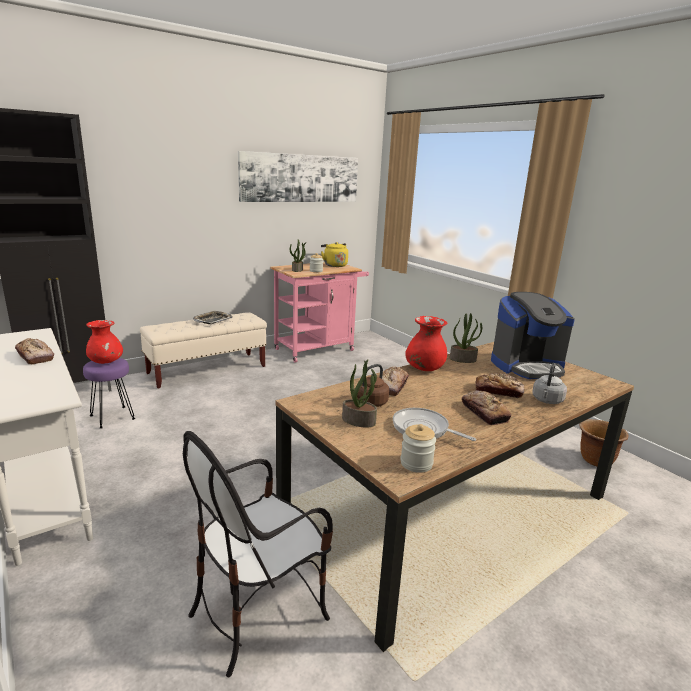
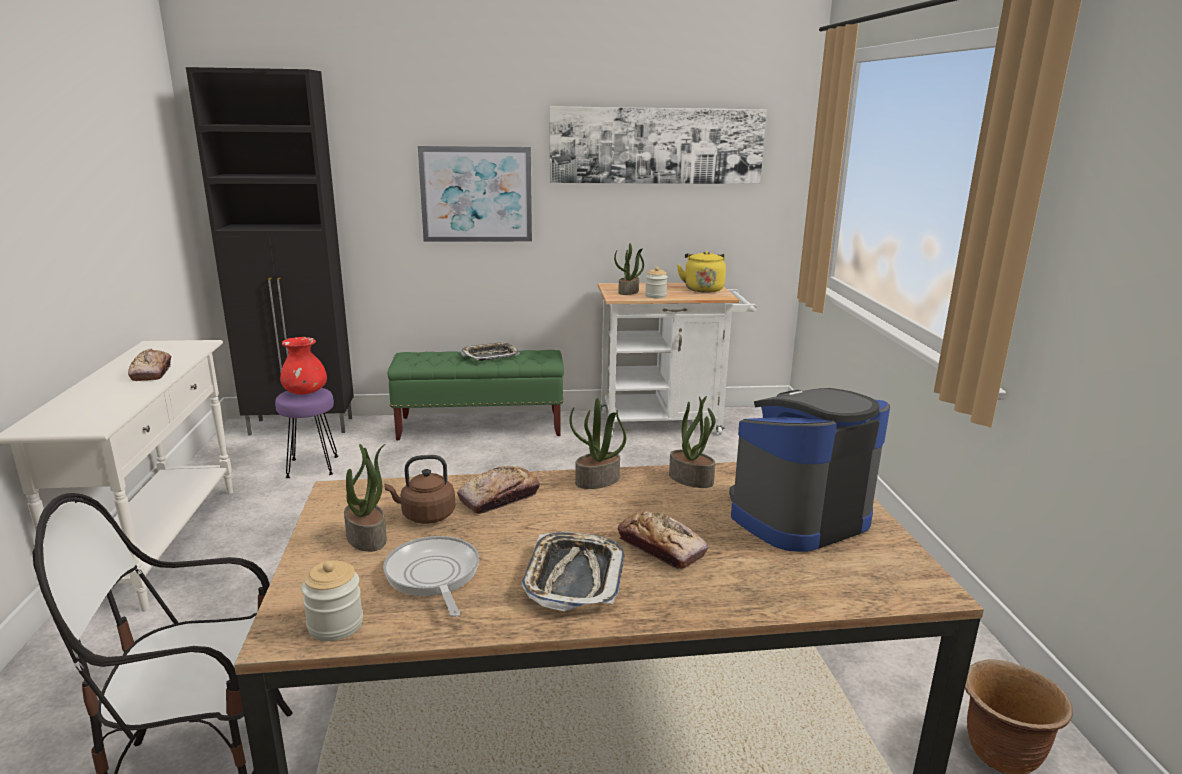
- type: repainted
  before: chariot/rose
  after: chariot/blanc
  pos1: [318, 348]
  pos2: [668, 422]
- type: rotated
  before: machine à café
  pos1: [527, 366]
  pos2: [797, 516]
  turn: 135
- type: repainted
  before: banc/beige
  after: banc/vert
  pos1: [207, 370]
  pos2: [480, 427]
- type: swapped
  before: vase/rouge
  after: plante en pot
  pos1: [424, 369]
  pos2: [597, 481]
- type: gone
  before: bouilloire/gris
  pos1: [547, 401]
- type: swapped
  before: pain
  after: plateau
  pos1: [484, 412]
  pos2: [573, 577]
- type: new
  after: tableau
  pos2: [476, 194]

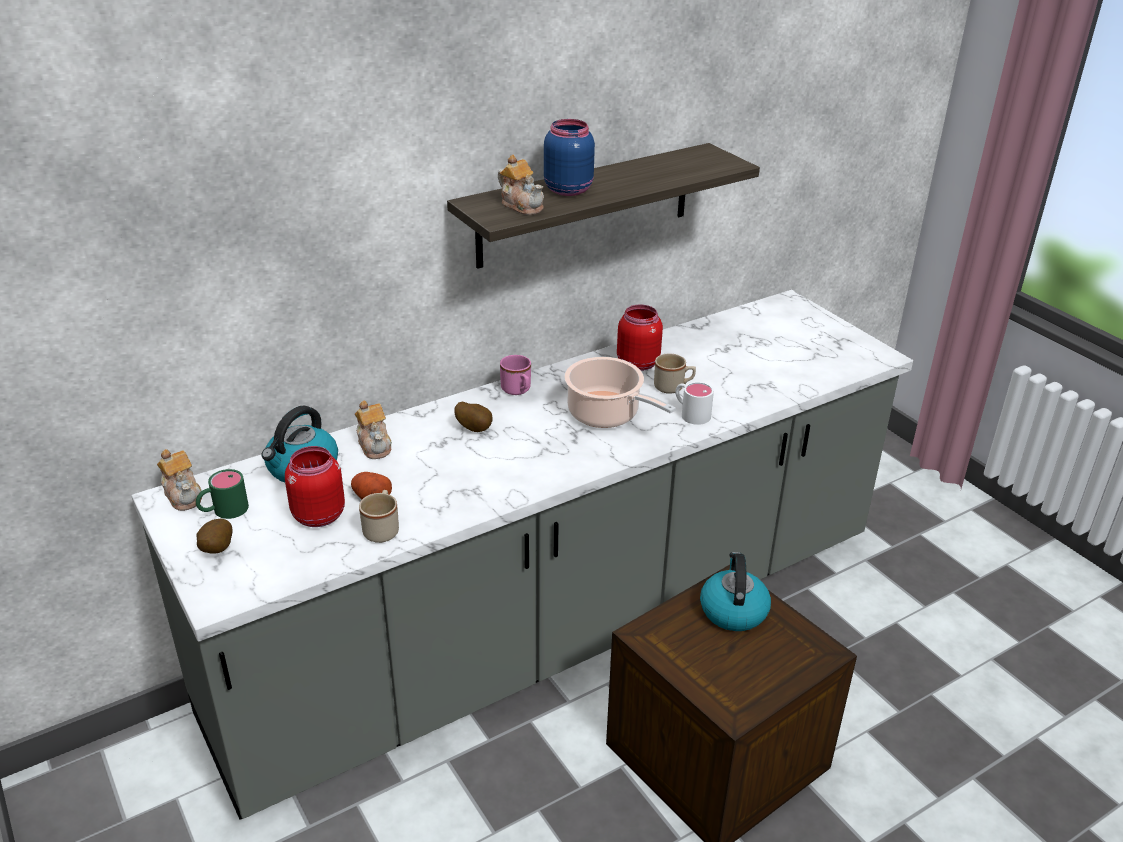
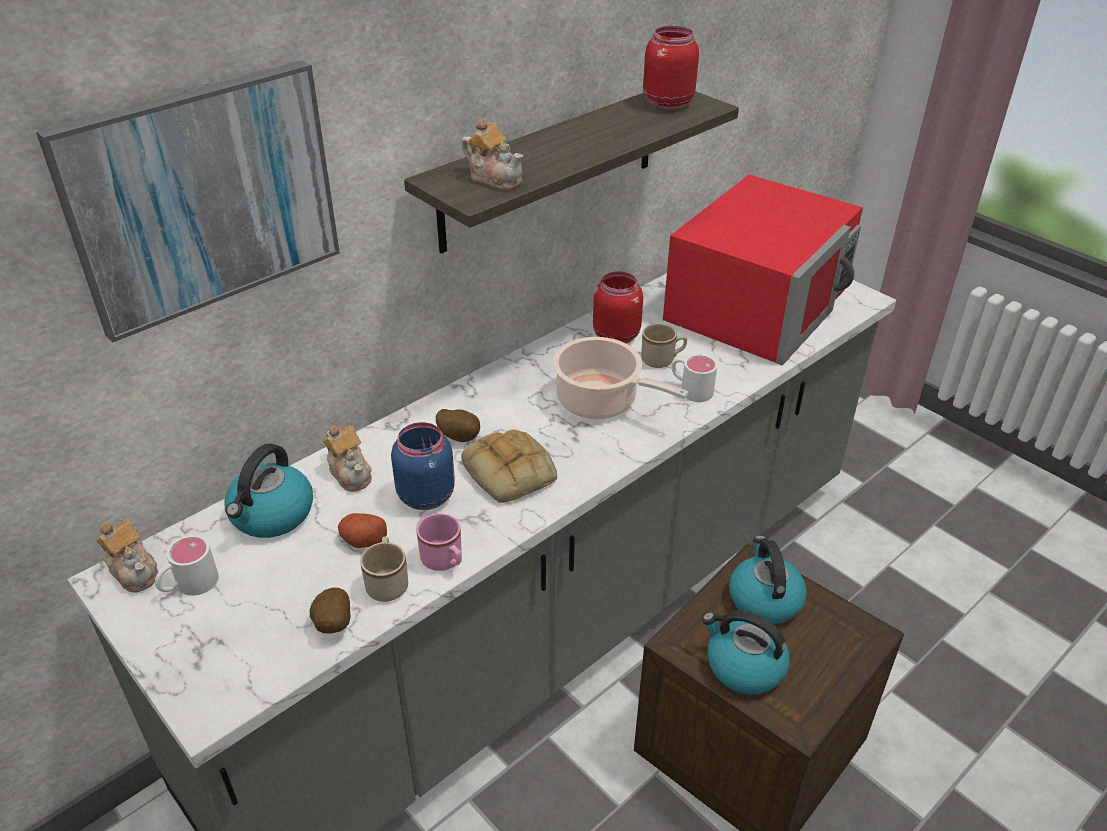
- type: shifted
  before: bocal/bleu
  pos1: [568, 189]
  pos2: [426, 494]
- type: shifted
  before: mug/rose
  pos1: [518, 391]
  pos2: [445, 562]
- type: shifted
  before: bocal/rouge
  pos1: [317, 515]
  pos2: [666, 103]
- type: repainted
  before: mug/vert
  after: mug/blanc
  pos1: [223, 511]
  pos2: [189, 585]
- type: shifted
  before: pomme de terre
  pos1: [216, 550]
  pos2: [332, 626]
- type: new
  after: tableau
  pos2: [203, 197]
- type: new
  after: micro-ondes/rouge
  pos2: [758, 304]
- type: new
  after: pain
  pos2: [511, 472]
- type: new
  after: bouilloire
  pos2: [743, 666]

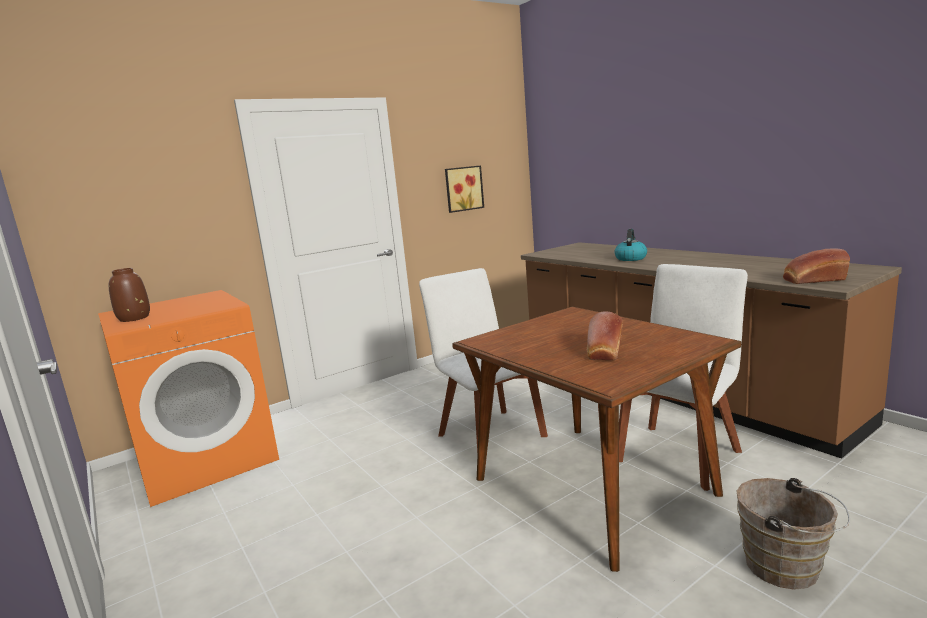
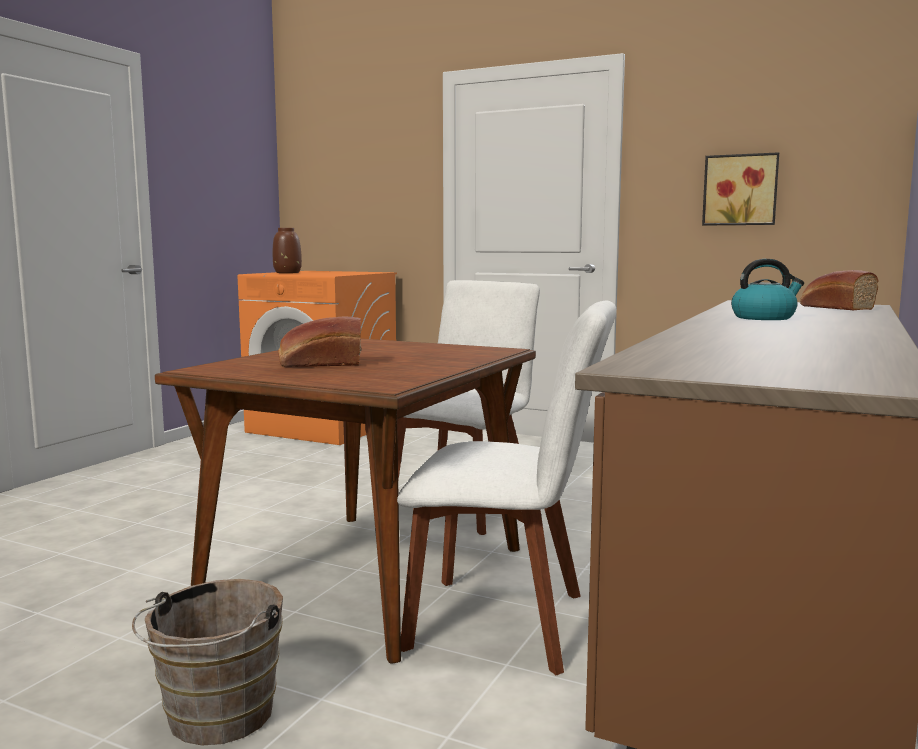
- type: shifted
  before: pain
  pos1: [813, 280]
  pos2: [834, 307]

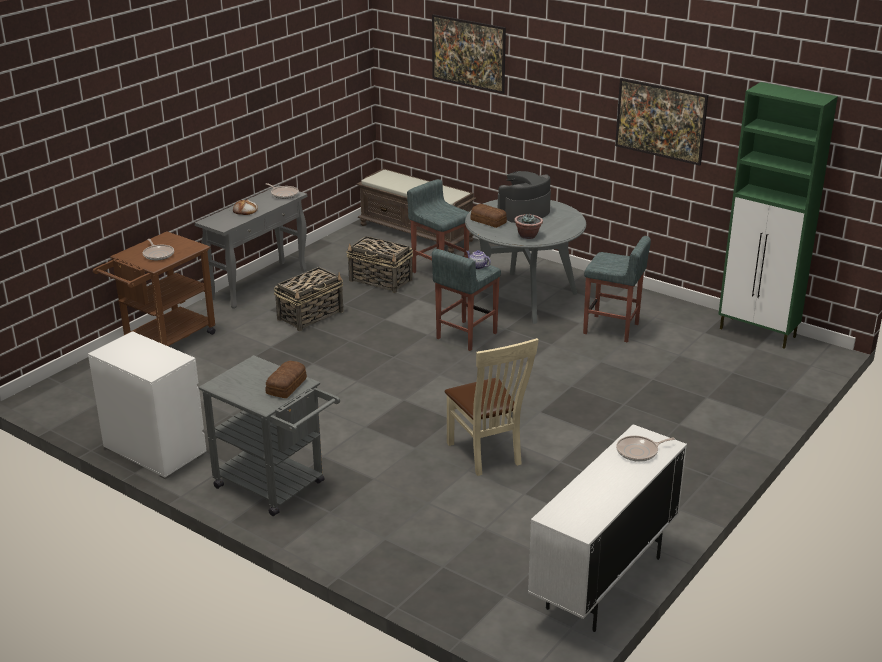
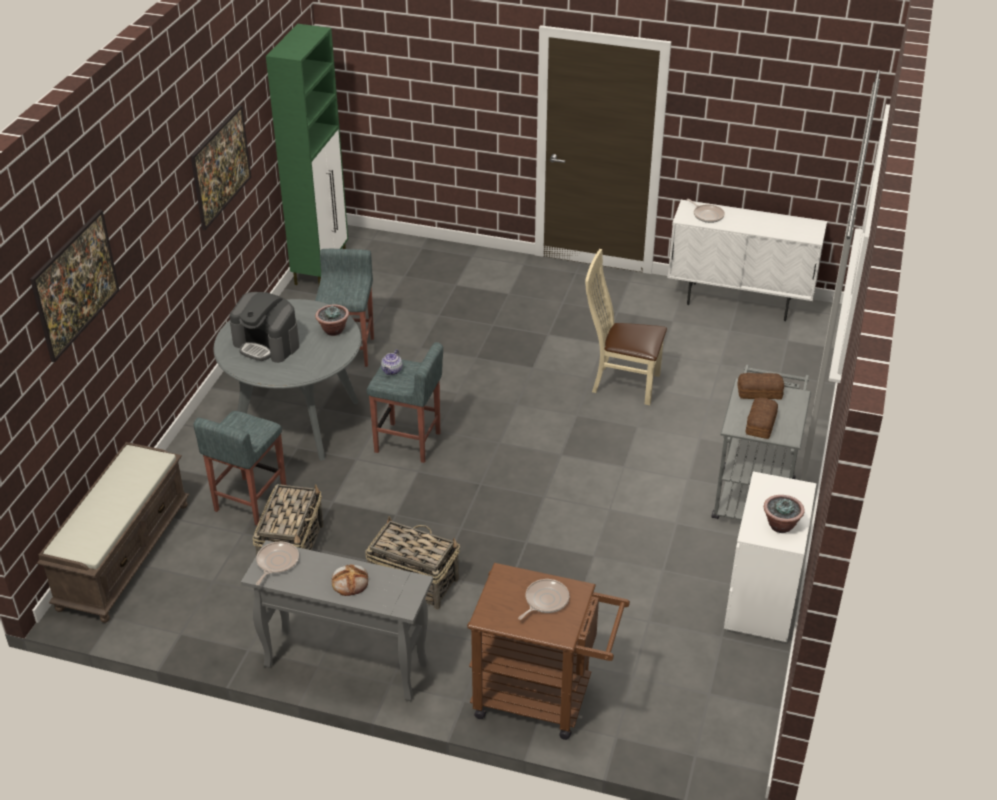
- type: shifted
  before: pain
  pos1: [488, 221]
  pos2: [760, 424]
- type: rotated
  before: chaise/beige
  pos1: [487, 455]
  pos2: [621, 383]
  turn: -120
- type: new
  after: plante en pot
  pos2: [780, 525]

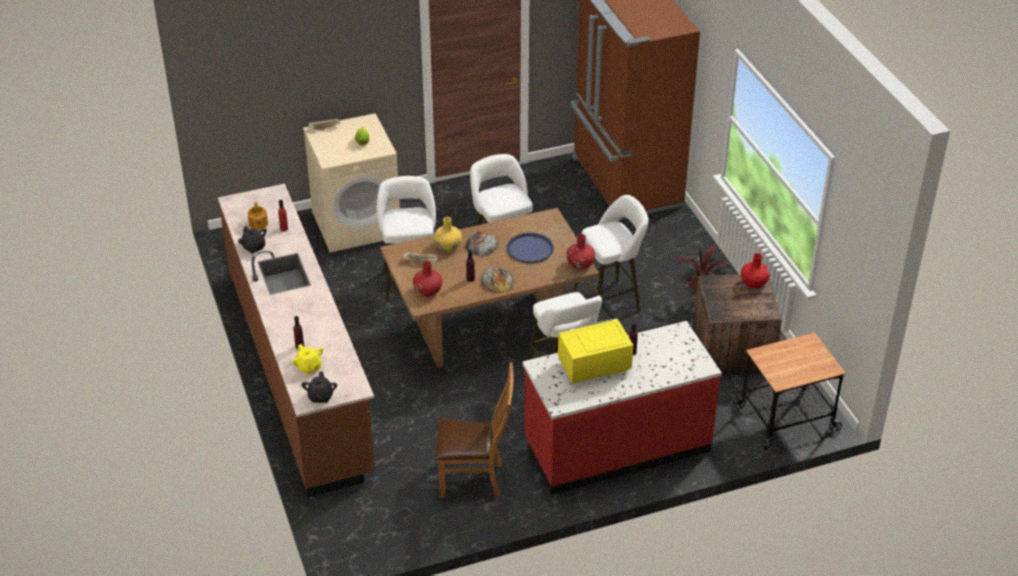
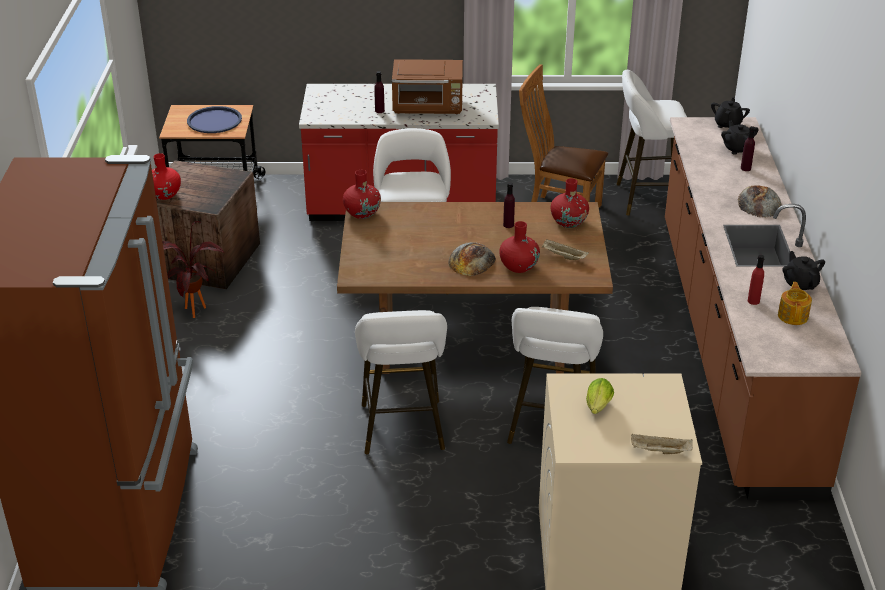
- type: shifted
  before: tabouret/blanc
  pos1: [610, 300]
  pos2: [645, 199]
- type: repainted
  before: vase/jaune
  after: vase/rouge
  pos1: [448, 247]
  pos2: [518, 266]
- type: shifted
  before: plateau/bleu
  pos1: [530, 249]
  pos2: [214, 121]
- type: shifted
  before: pain
  pos1: [497, 280]
  pos2: [759, 203]
- type: repainted
  before: micro-ondes/jaune
  after: micro-ondes/marron
  pos1: [593, 367]
  pos2: [428, 107]
- type: repainted
  before: théière/jaune
  after: théière/noir
  pos1: [309, 367]
  pos2: [737, 149]

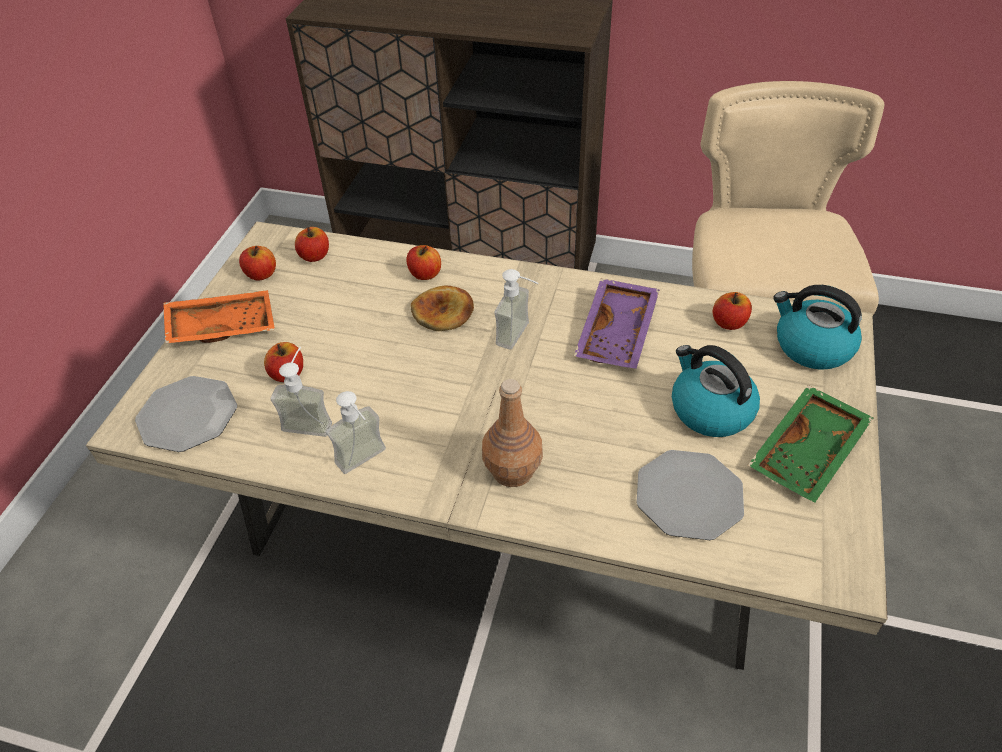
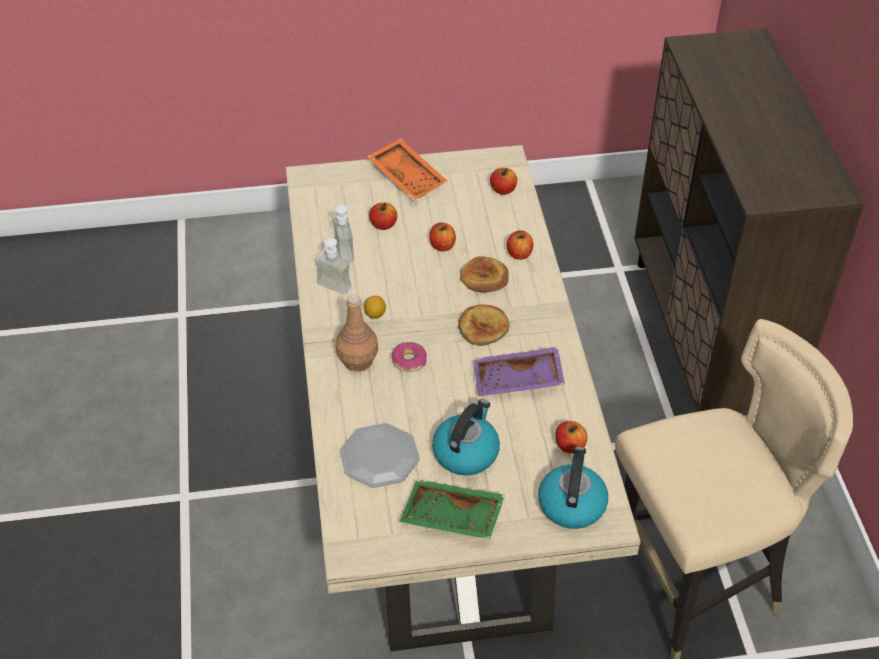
- type: shifted
  before: pomme
  pos1: [261, 274]
  pos2: [442, 246]
- type: swapped
  before: distributeur de savon
  after: pain
  pos1: [521, 336]
  pos2: [483, 327]
- type: gone
  before: assiette
  pos1: [187, 415]
- type: new
  after: citron
  pos2: [375, 315]
- type: new
  after: beignet
  pos2: [409, 361]

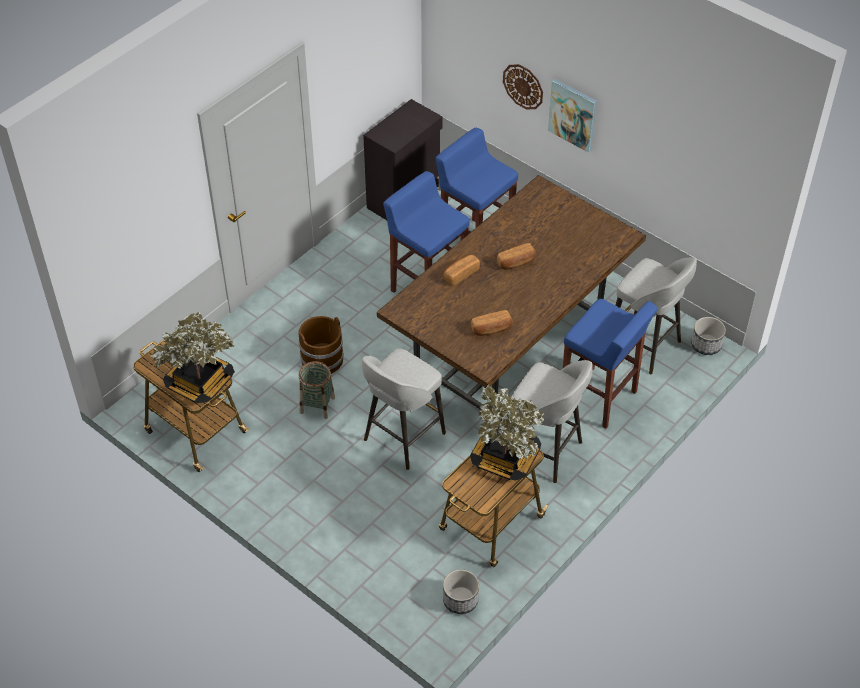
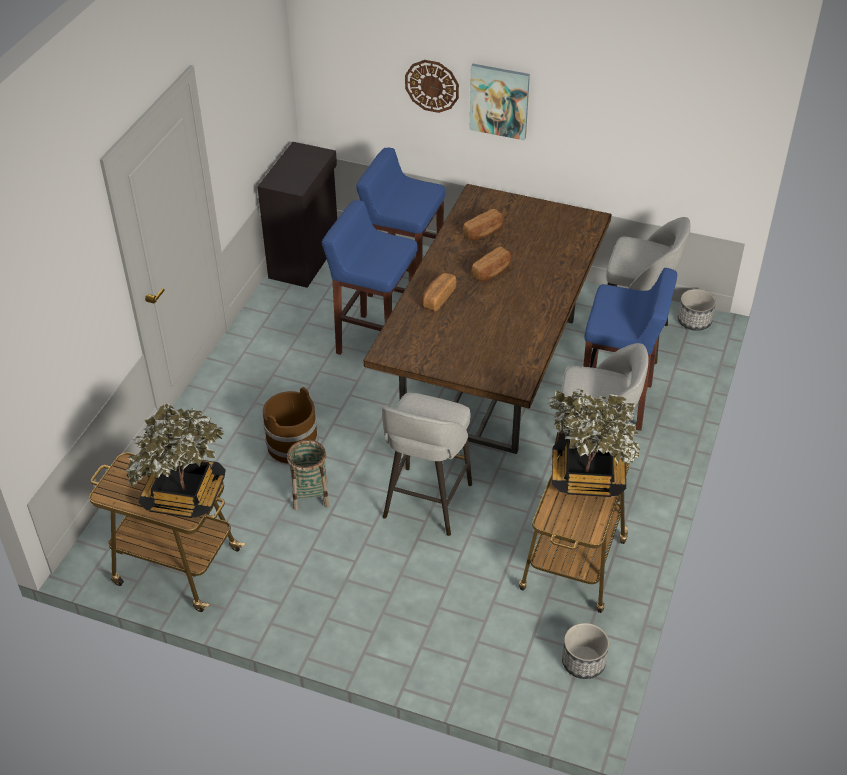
- type: shifted
  before: pain
  pos1: [491, 329]
  pos2: [484, 232]

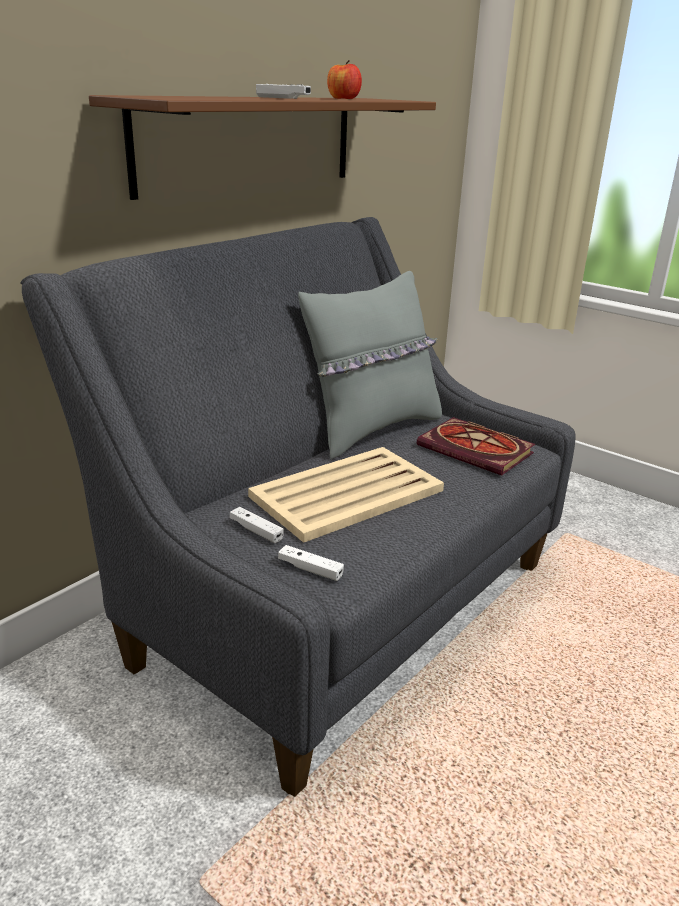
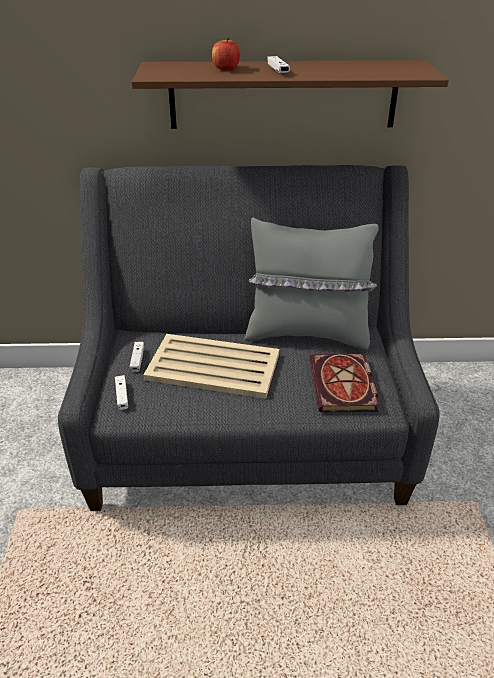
- type: shifted
  before: pomme
  pos1: [343, 98]
  pos2: [226, 69]

